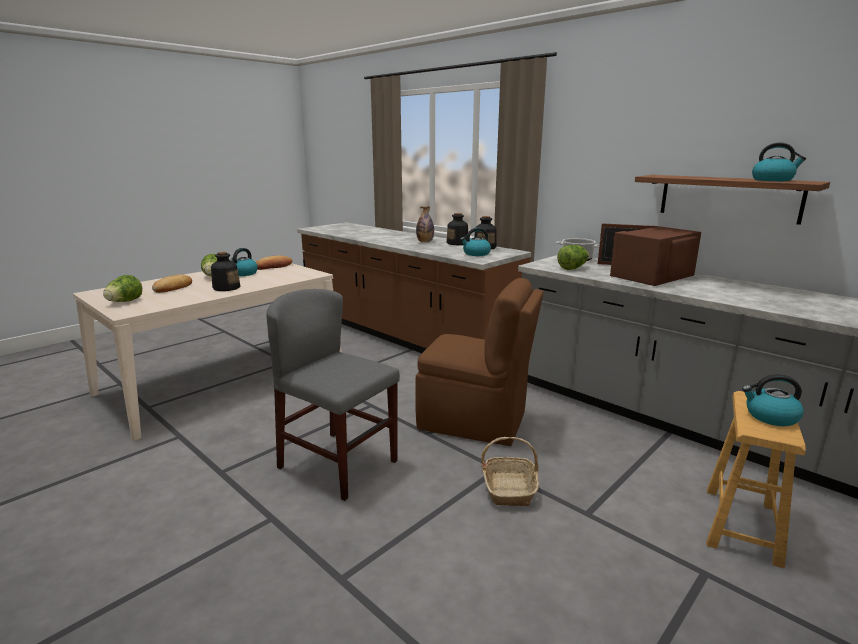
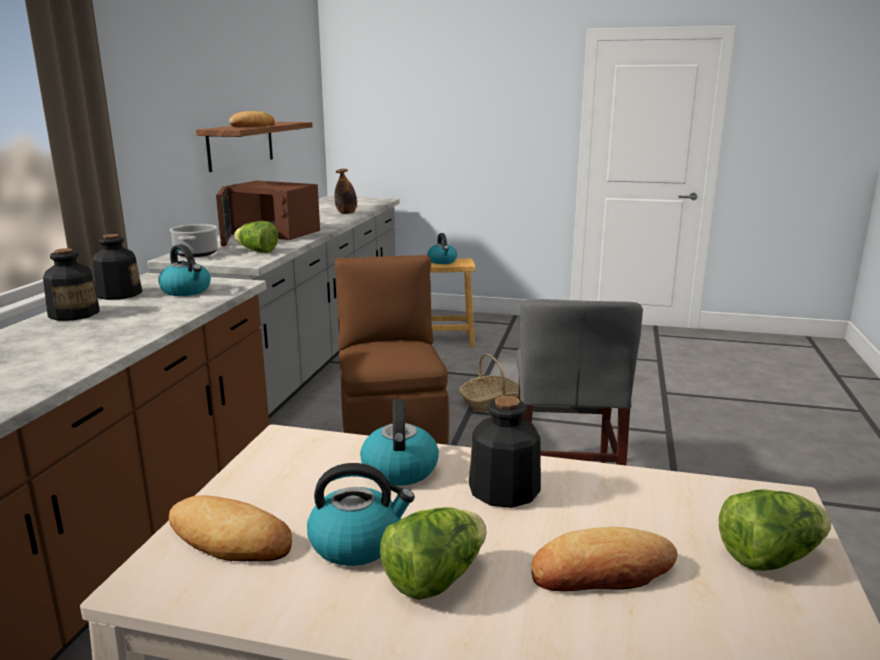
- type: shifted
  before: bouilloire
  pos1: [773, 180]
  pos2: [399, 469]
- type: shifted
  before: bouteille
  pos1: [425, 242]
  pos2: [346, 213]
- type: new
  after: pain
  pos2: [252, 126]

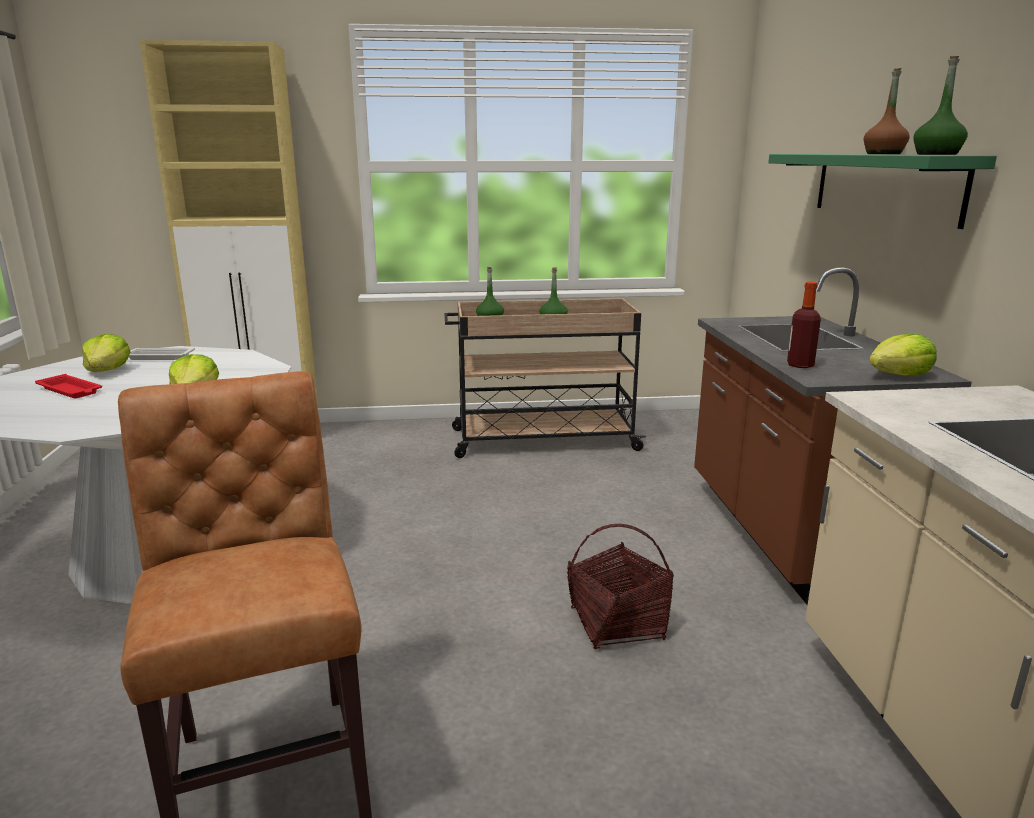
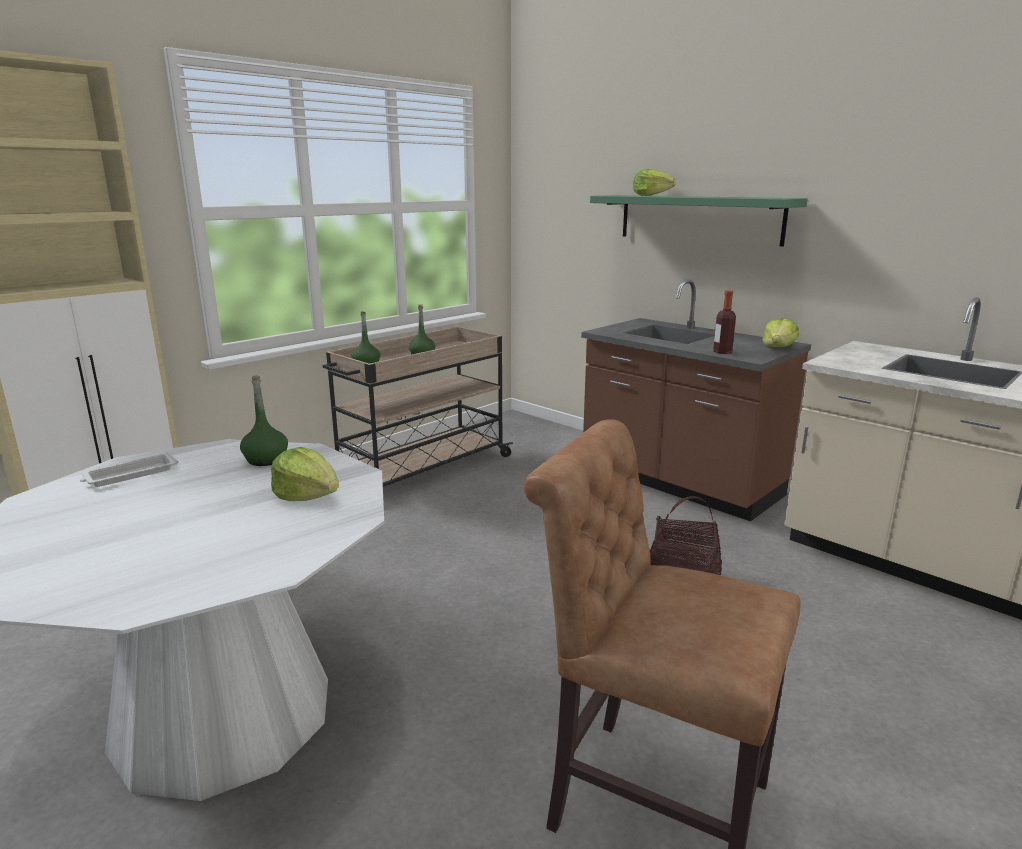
- type: shifted
  before: bouteille/vert
  pos1: [937, 154]
  pos2: [266, 460]
- type: gone
  before: bouteille/marron
  pos1: [883, 154]
- type: shifted
  before: laitue
  pos1: [107, 371]
  pos2: [651, 195]
- type: gone
  before: plateau/rouge
  pos1: [70, 391]

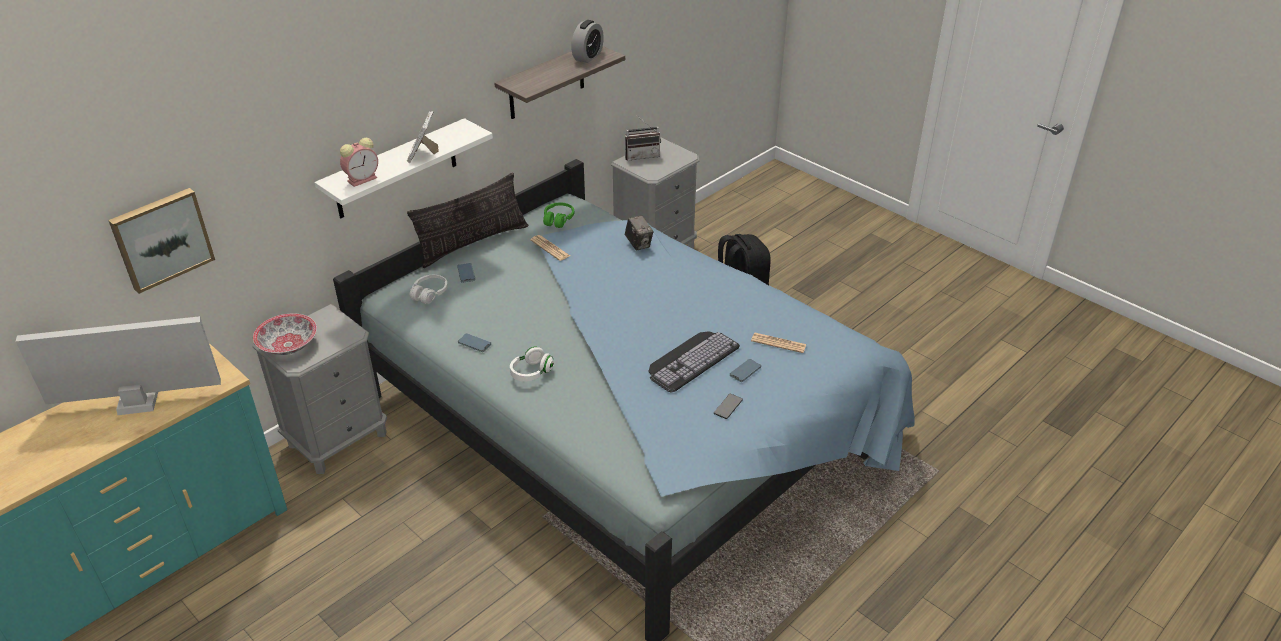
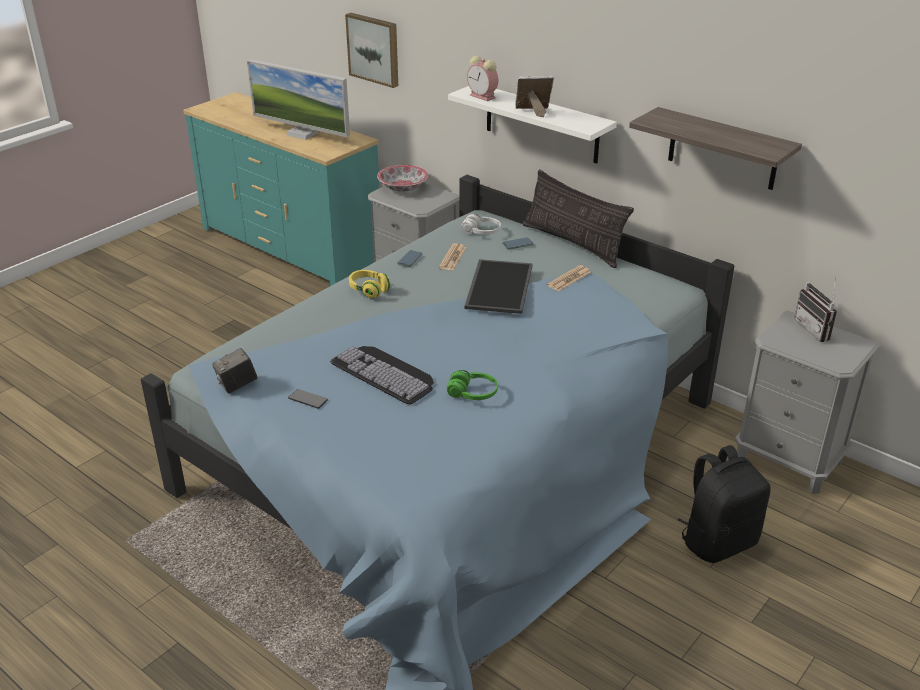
- type: gone
  before: réveil
  pos1: [588, 56]
- type: shifted
  before: casque audio/vert
  pos1: [558, 219]
  pos2: [472, 393]
- type: shifted
  before: appareil photo
  pos1: [638, 244]
  pos2: [237, 385]
- type: rotated
  before: écran d'ordinateur
  pos1: [138, 403]
  pos2: [302, 134]
  turn: 135
- type: shifted
  before: journal
  pos1: [778, 343]
  pos2: [452, 258]
- type: repainted
  before: casque audio/blanc
  after: casque audio/jaune
  pos1: [531, 373]
  pos2: [369, 290]
- type: gone
  before: téléphone
  pos1: [745, 372]
- type: new
  after: plateau
  pos2: [498, 286]

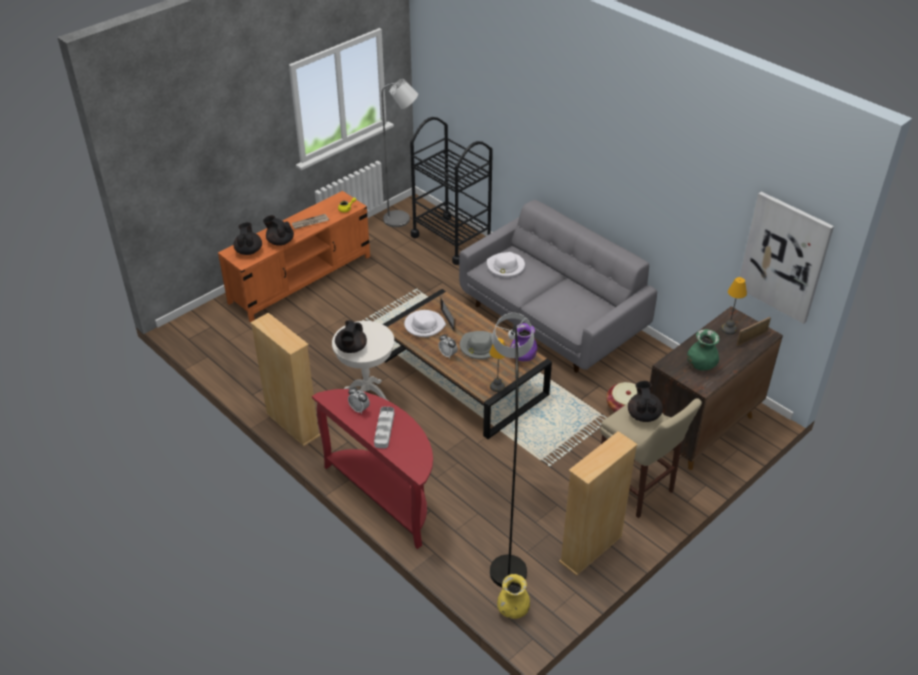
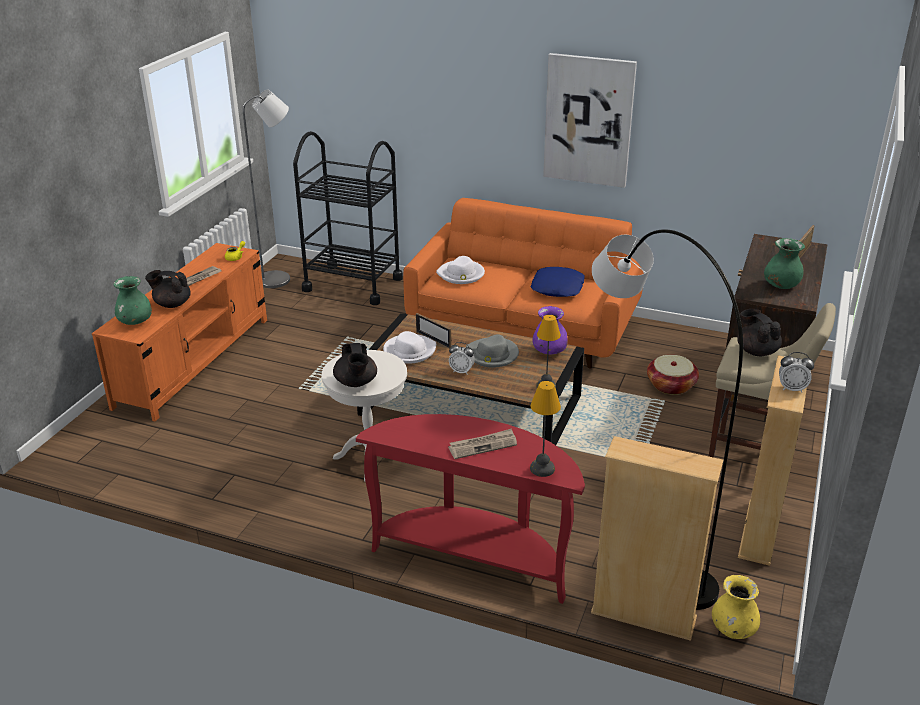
- type: shifted
  before: tableau
  pos1: [784, 257]
  pos2: [588, 120]
- type: repainted
  before: canapé/gris
  after: canapé/orange
  pos1: [552, 319]
  pos2: [524, 328]
- type: swapped
  before: théière/noir
  after: vase/vert
  pos1: [248, 250]
  pos2: [135, 322]
- type: shifted
  before: lampe de table
  pos1: [728, 329]
  pos2: [541, 469]
- type: shifted
  before: bibliothèque/beige
  pos1: [292, 425]
  pos2: [643, 615]
- type: shifted
  before: réveil
  pos1: [359, 409]
  pos2: [792, 388]
- type: swapped
  before: plateau/gris
  after: journal
  pos1: [384, 429]
  pos2: [483, 445]
- type: new
  after: coussin/bleu
  pos2: [558, 288]

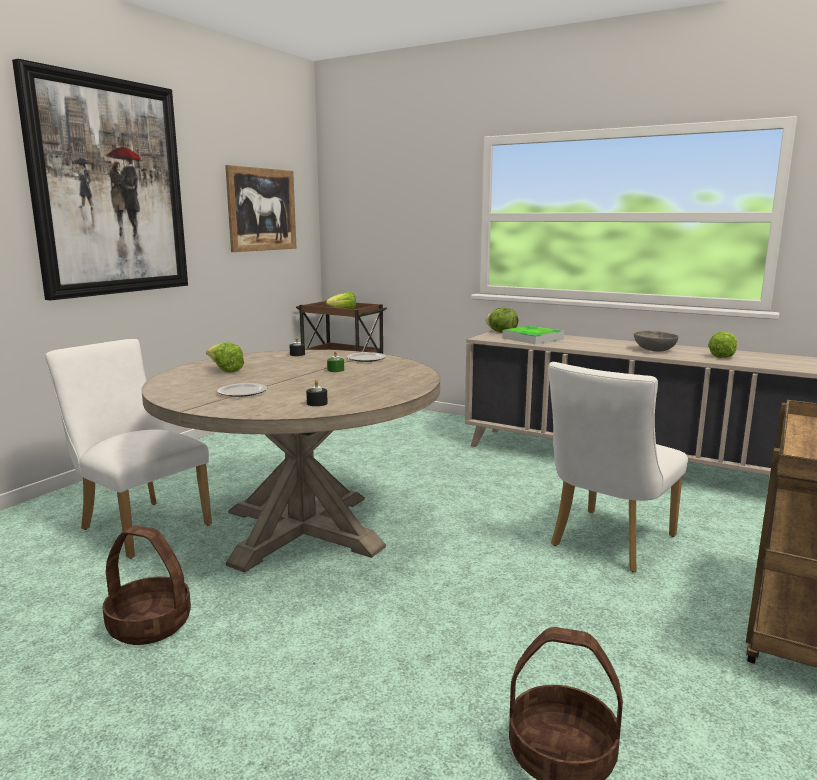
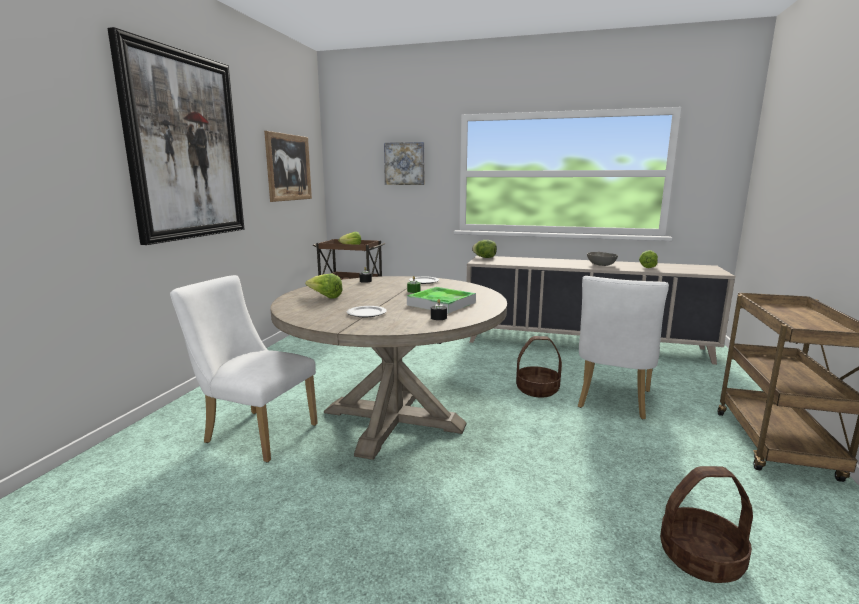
- type: shifted
  before: plateau
  pos1: [532, 338]
  pos2: [441, 304]
- type: shifted
  before: panier
  pos1: [150, 624]
  pos2: [537, 389]
- type: new
  after: tableau
  pos2: [404, 163]

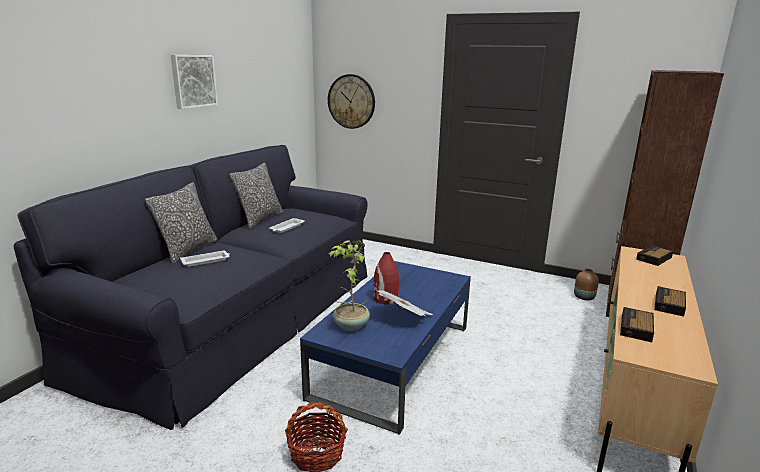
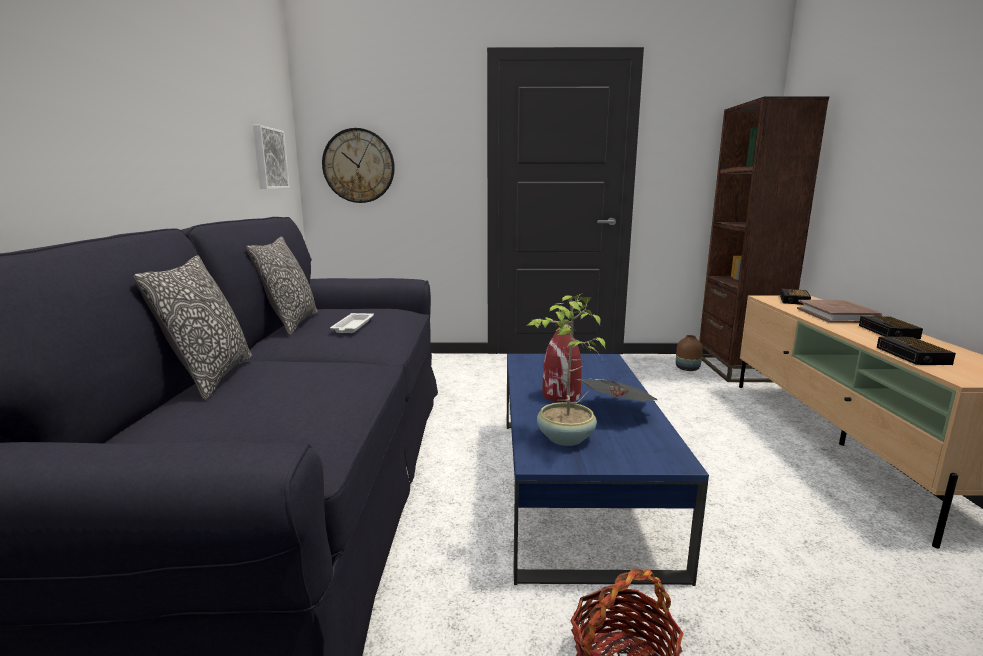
- type: shifted
  before: tableau
  pos1: [193, 81]
  pos2: [268, 158]
- type: gone
  before: plateau/blanc
  pos1: [206, 261]
- type: new
  after: livre/marron
  pos2: [837, 315]

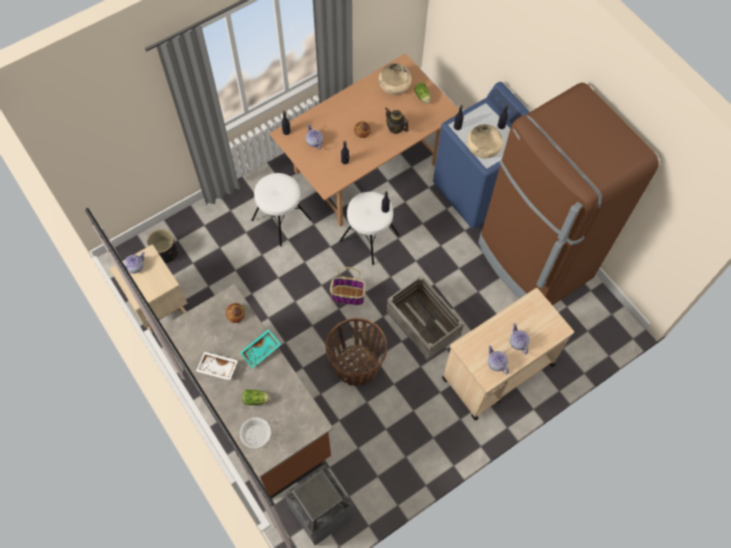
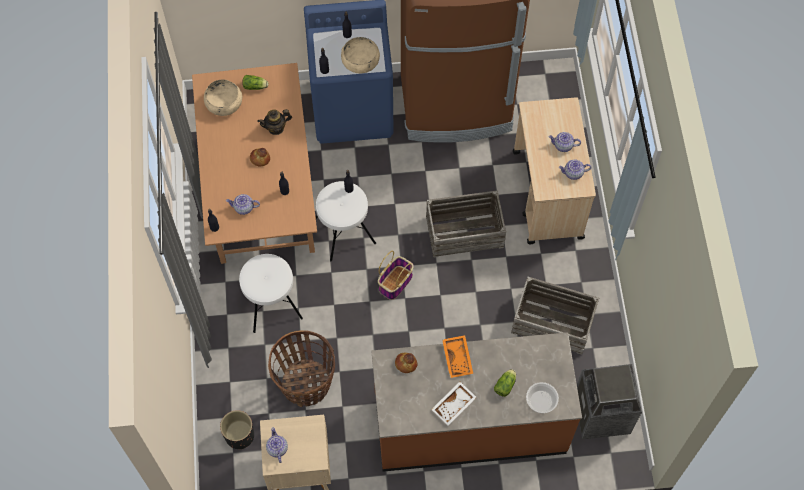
- type: shifted
  before: panier
  pos1: [356, 366]
  pos2: [306, 384]
- type: repainted
  before: plateau/turquoise
  after: plateau/orange
  pos1: [261, 351]
  pos2: [458, 358]
- type: new
  after: caisse
  pos2: [552, 323]

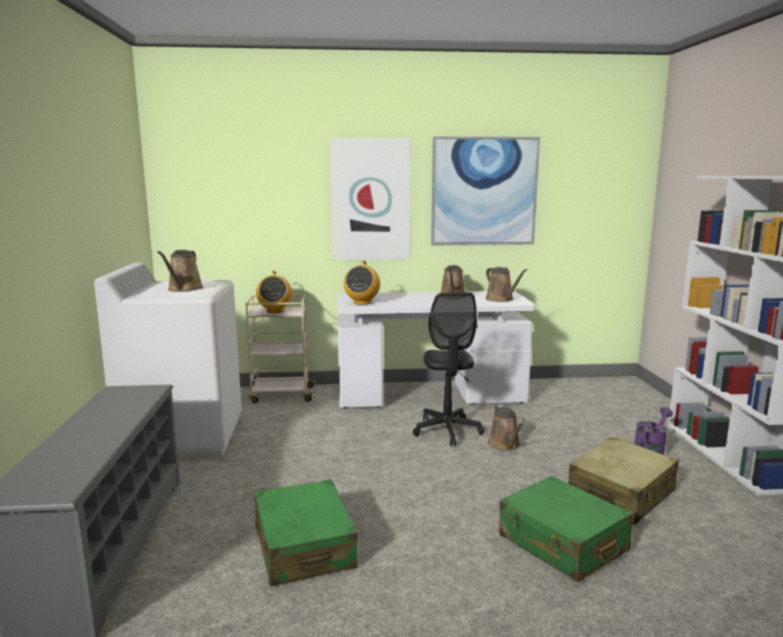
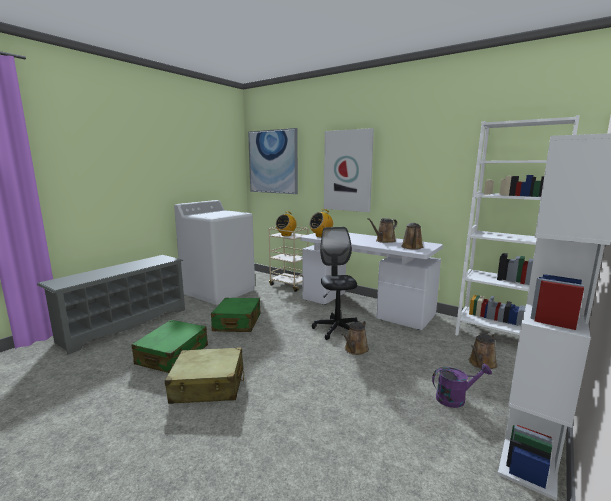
- type: shifted
  before: tableau
  pos1: [484, 191]
  pos2: [273, 162]
- type: shifted
  before: arrosoir/marron
  pos1: [184, 289]
  pos2: [481, 364]
- type: rotated
  before: chaise de bureau/noir
  pos1: [447, 431]
  pos2: [336, 329]
  turn: 135
- type: shifted
  before: valise/beige
  pos1: [621, 493]
  pos2: [208, 386]
- type: shifted
  before: valise/vert
  pos1: [562, 543]
  pos2: [237, 323]
- type: new
  after: bibliothèque/blanc
  pos2: [497, 336]

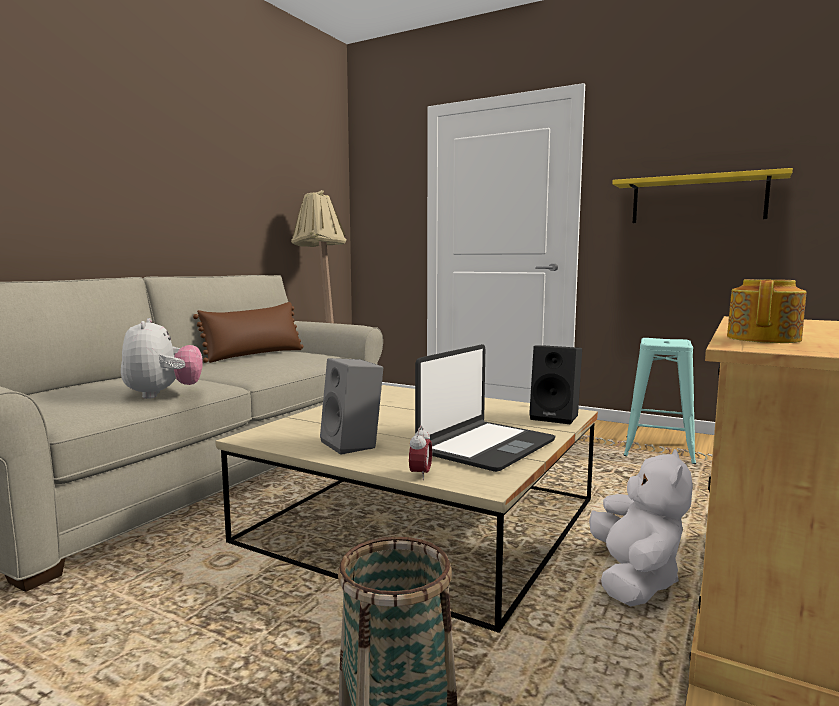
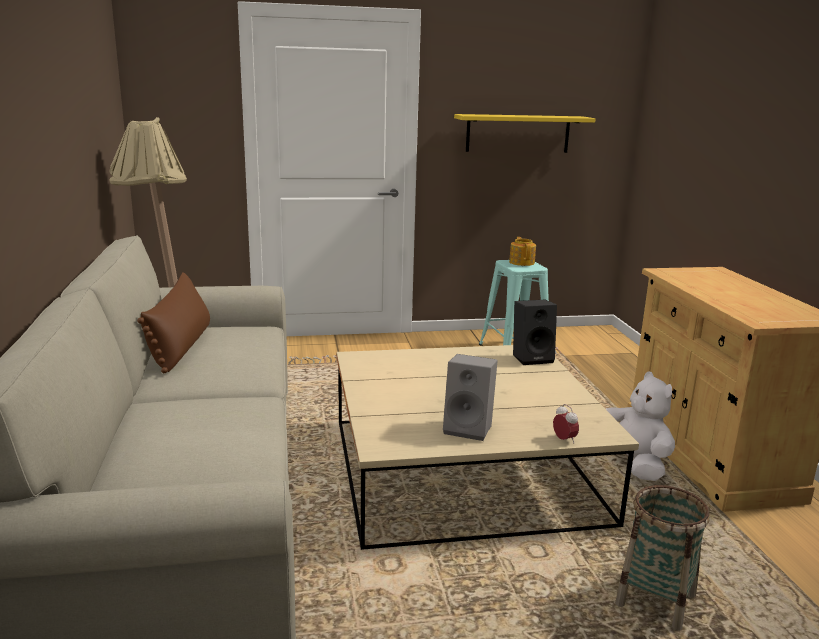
- type: shifted
  before: théière
  pos1: [764, 338]
  pos2: [522, 262]
- type: gone
  before: peluche
  pos1: [163, 394]
- type: gone
  before: ordinateur portable
  pos1: [485, 447]

